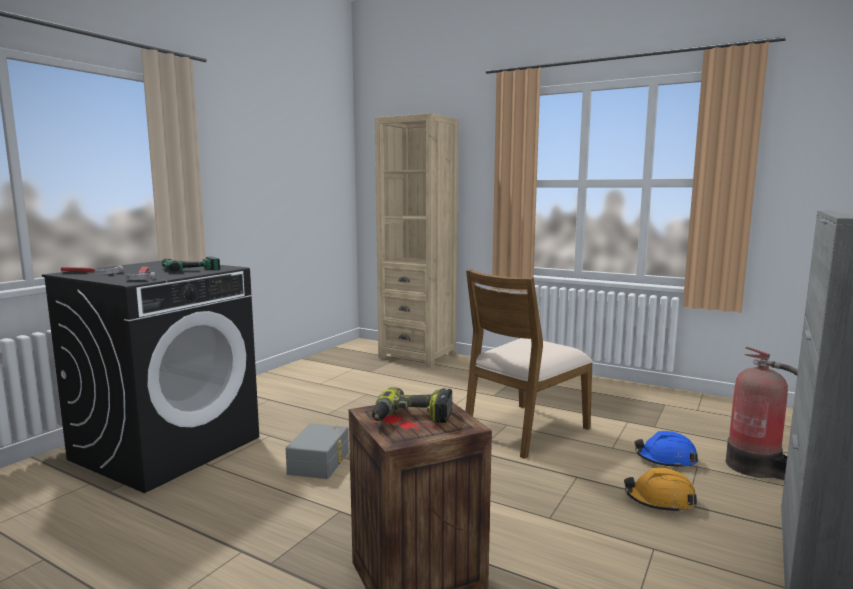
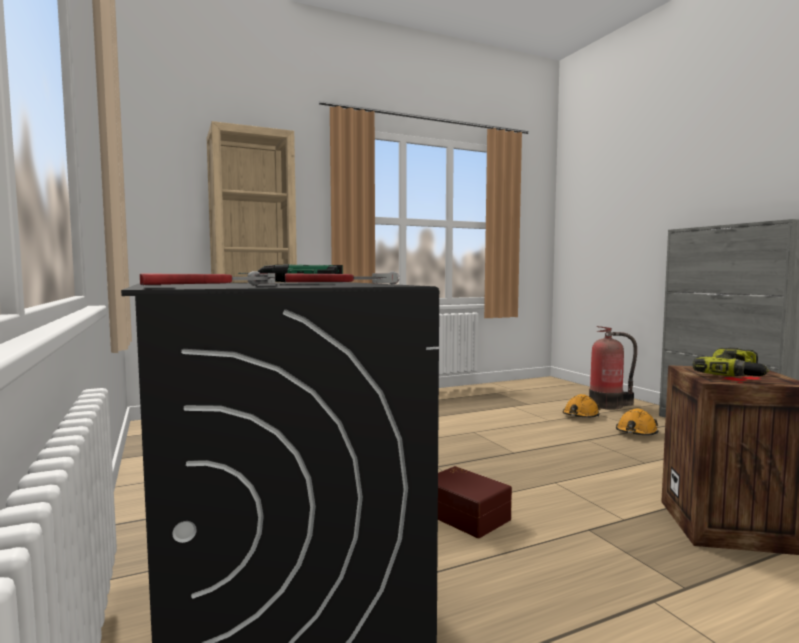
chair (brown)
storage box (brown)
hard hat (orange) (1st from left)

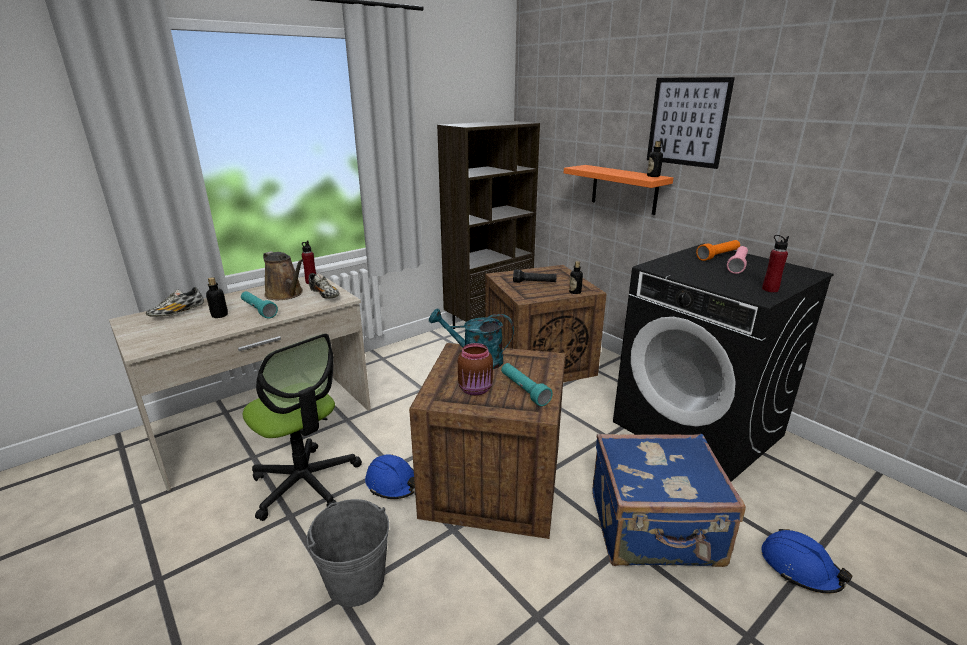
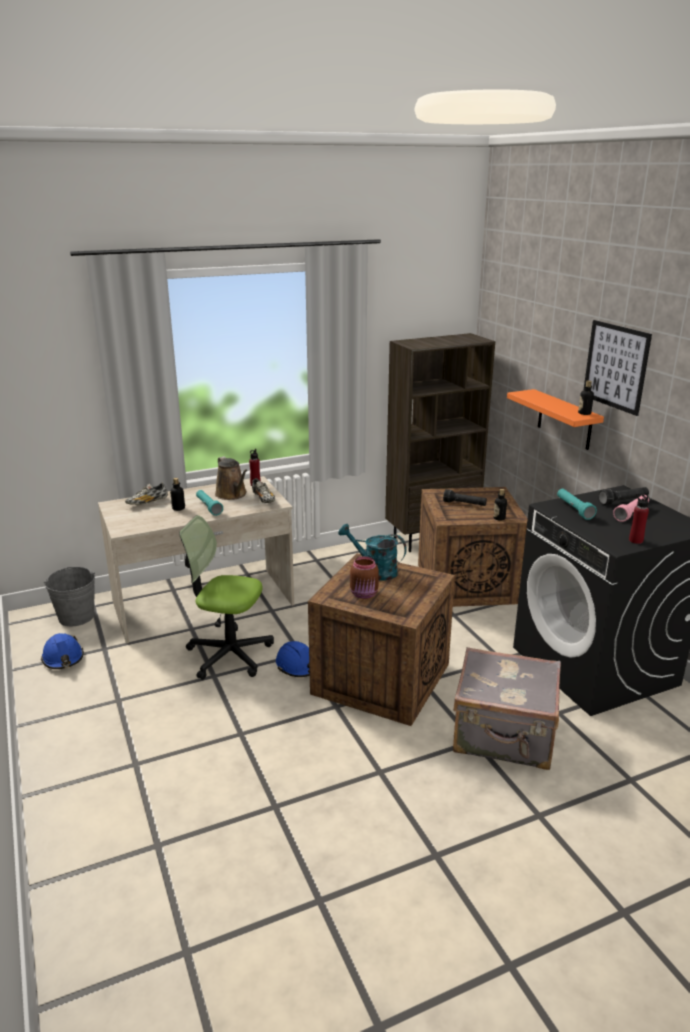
flashlight (black) (2nd from left)
office chair
flashlight (turquoise) (2nd from left)
suitcase (grey)
bucket (grey)
hard hat (blue) (1st from left)

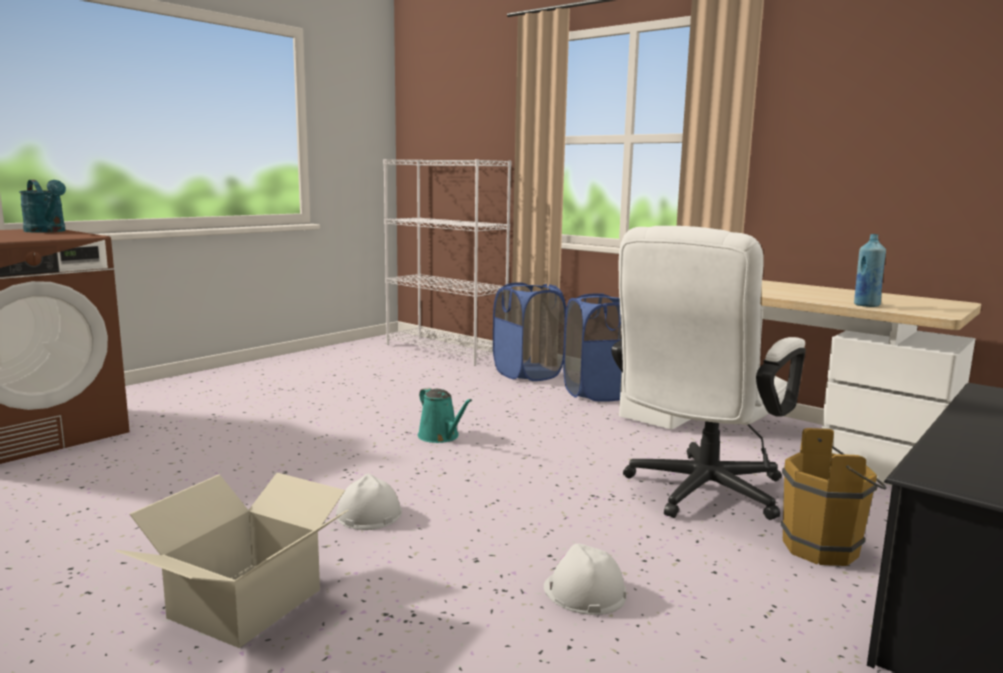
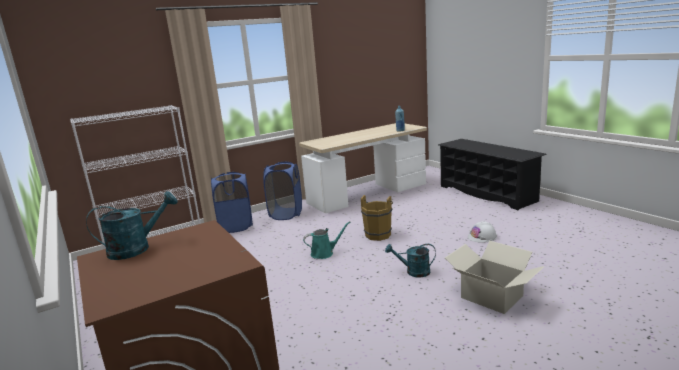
office chair (white)
bucket (brown)
watering can (turquoise) (3rd from left)

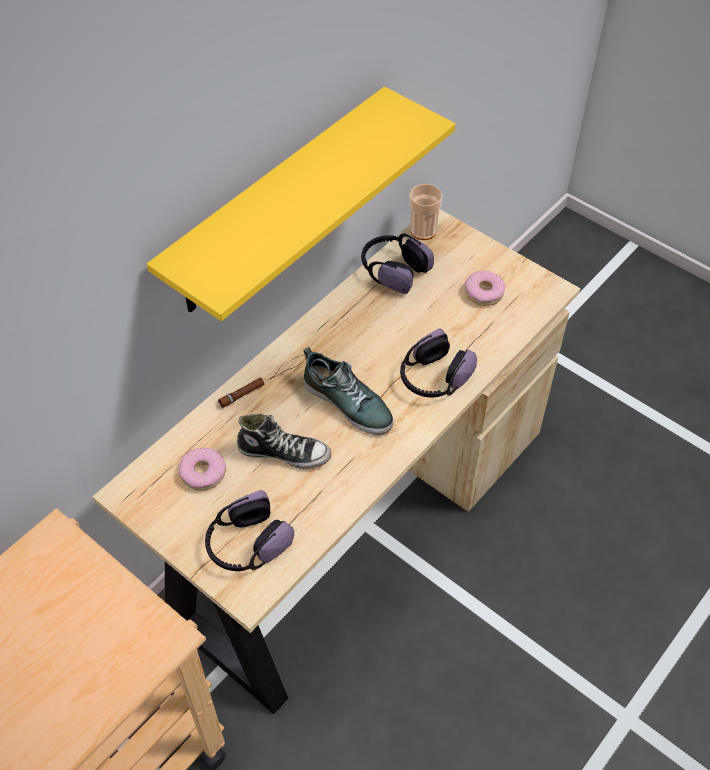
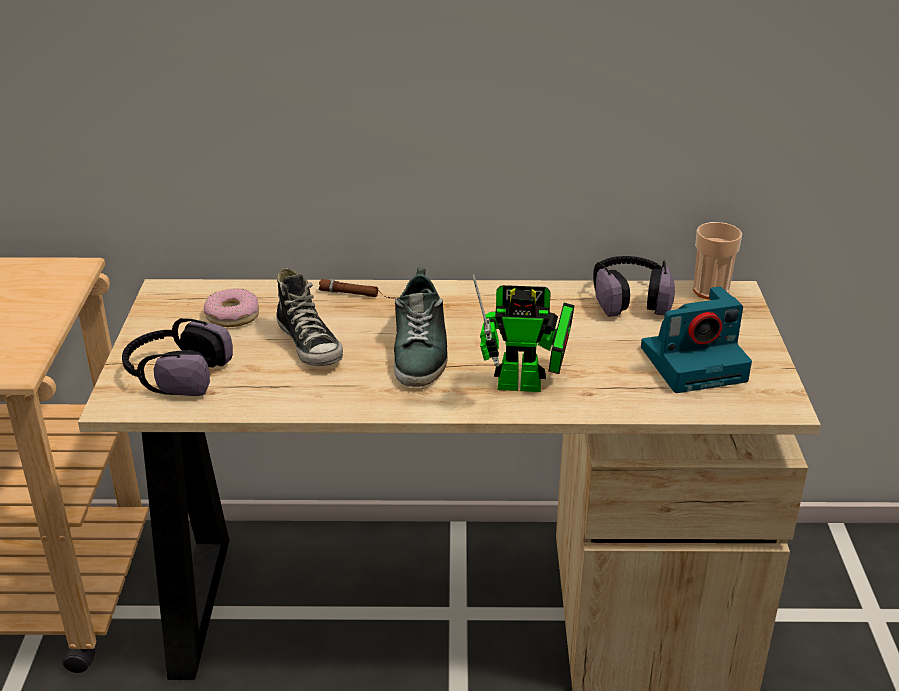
shelf (yellow)
photo camera
toy robot

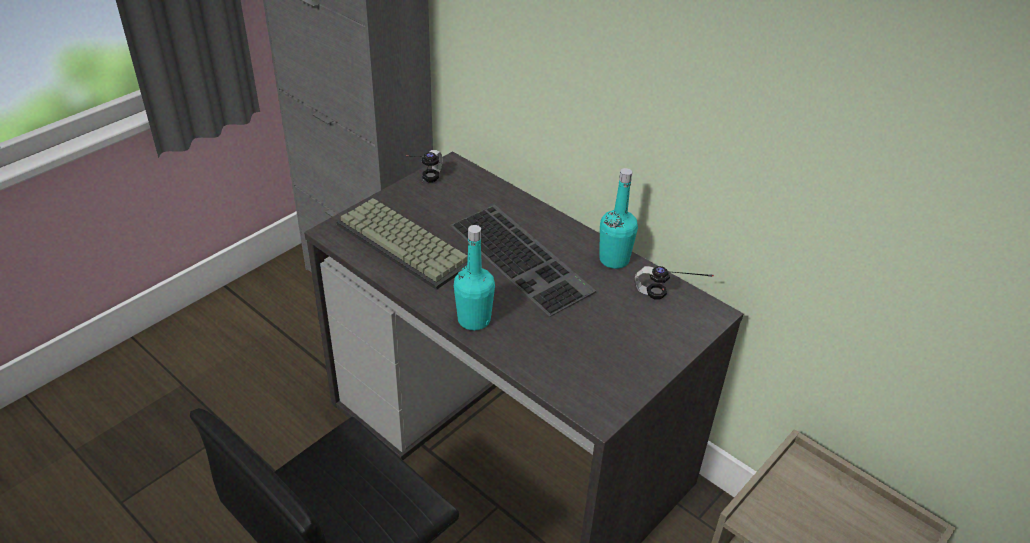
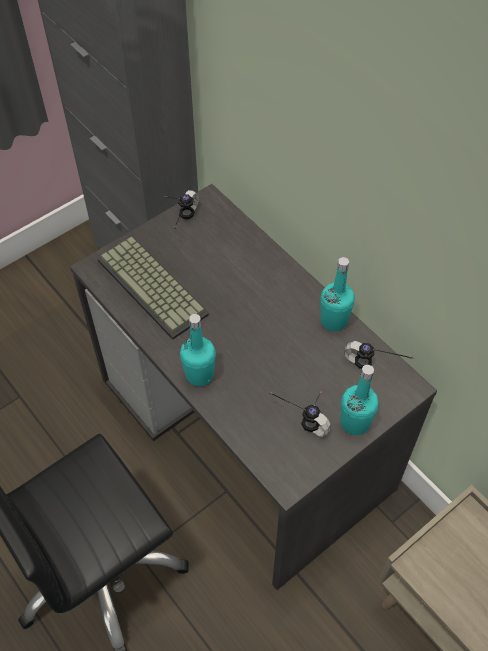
keyboard (2nd from left in the first image)
bottle (turquoise) (3rd from left)
headphones (2nd from left)

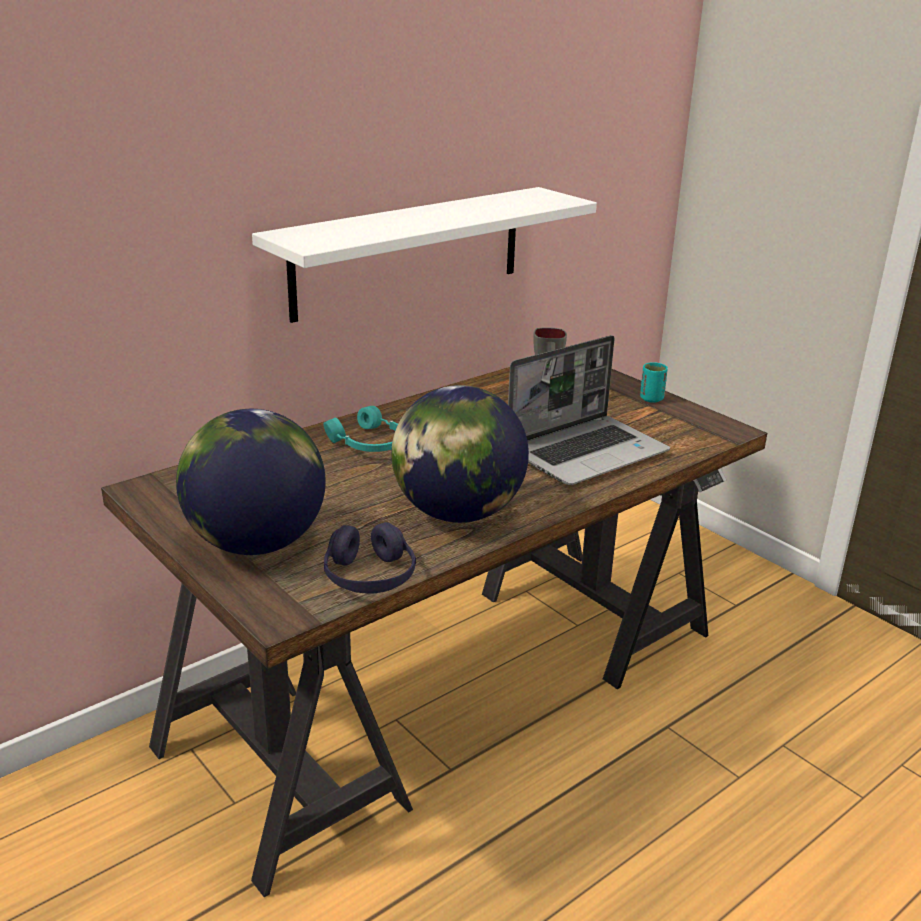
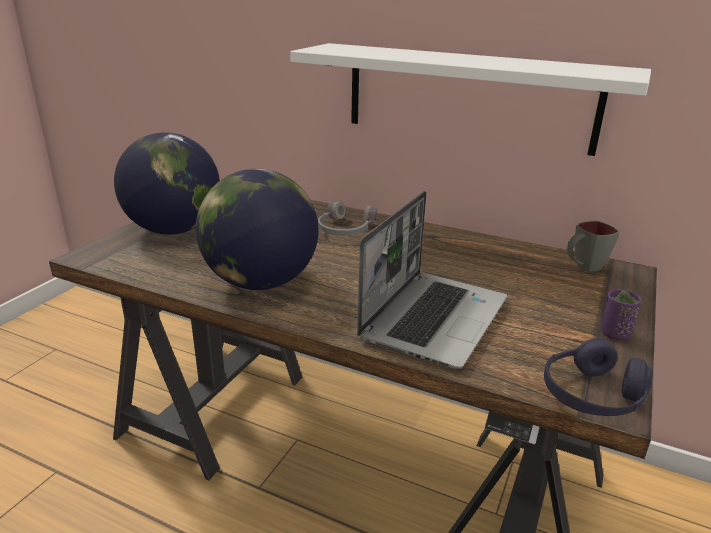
laptop
cup (purple)
headphones (grey)
headphones (purple)

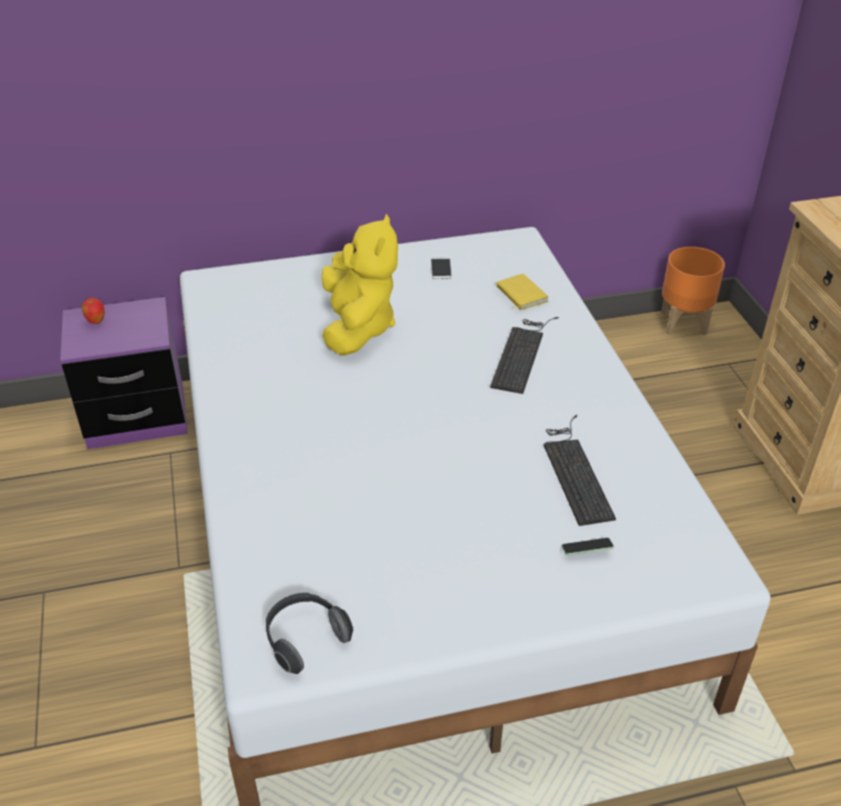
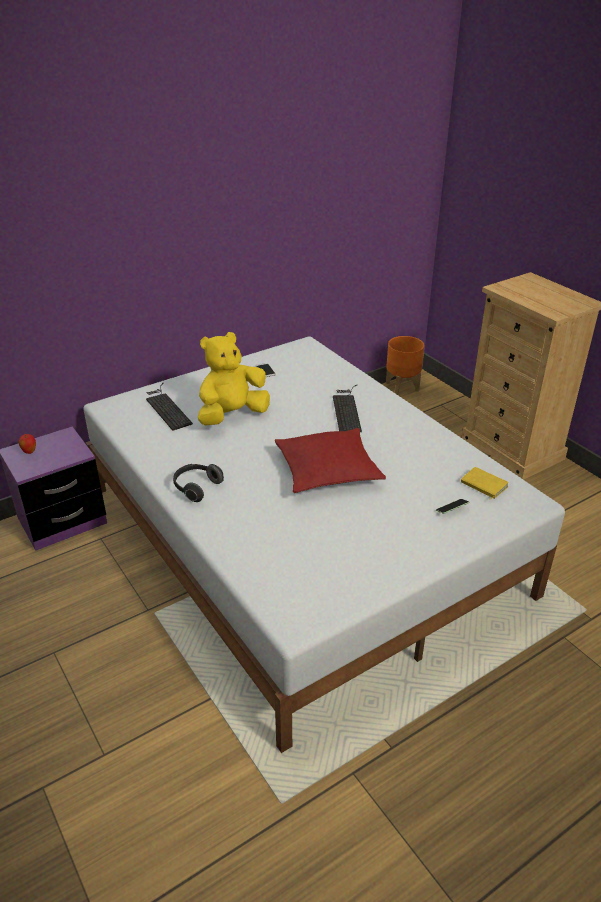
plush toy (yellow)
book (yellow)
keyboard (1st from left)
headphones
pillow (red)

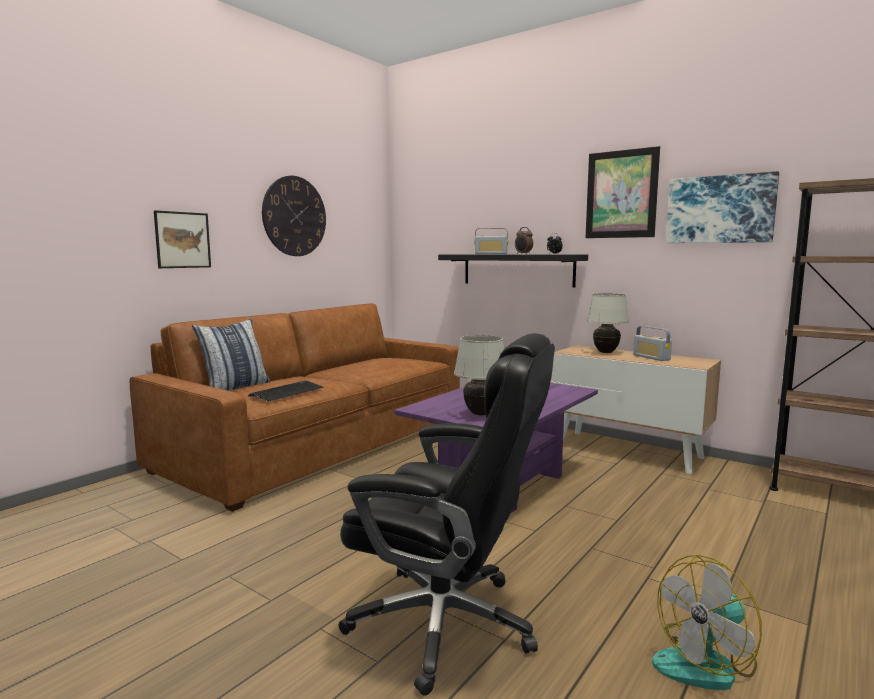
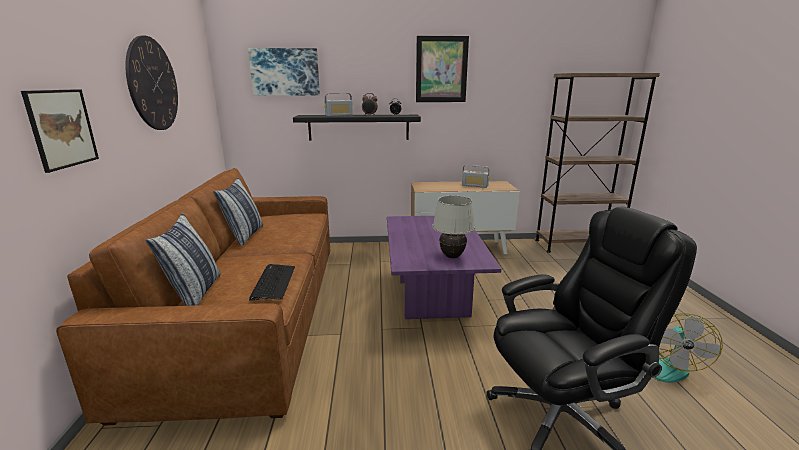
picture (2nd from left)
table lamp (white) (2nd from left in the first image)
pillow (2nd from left)

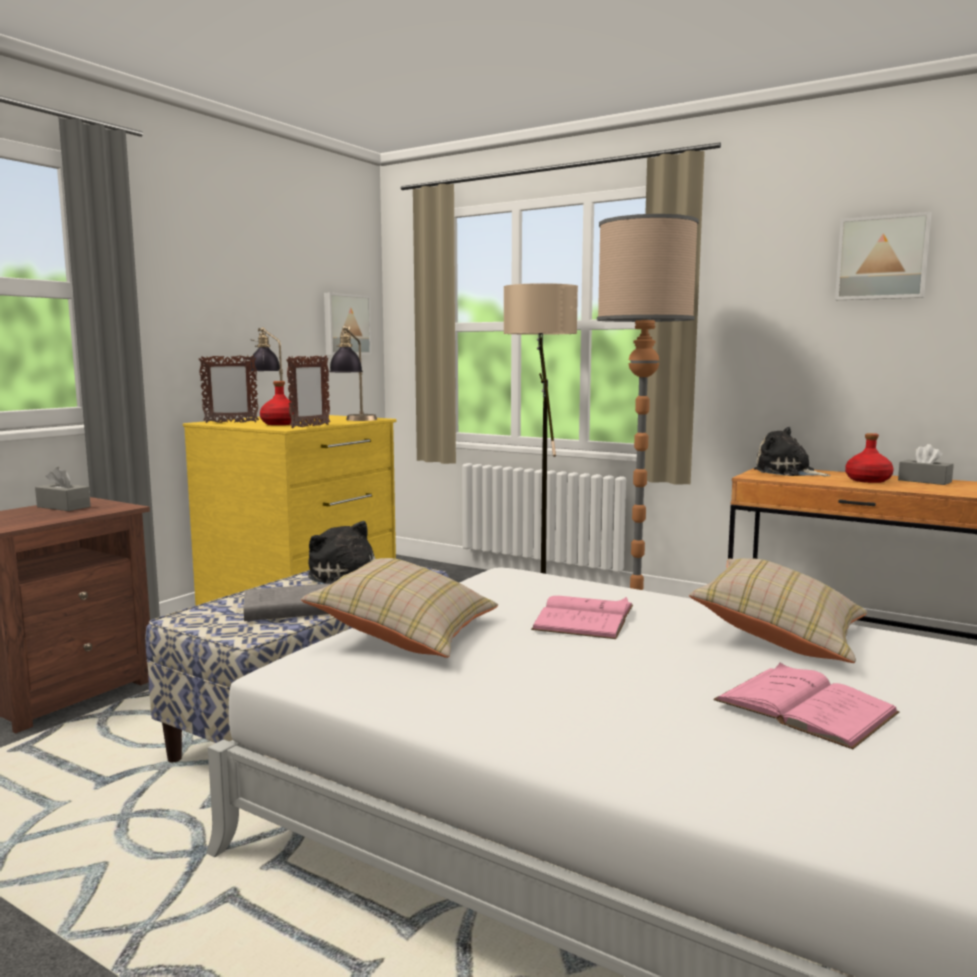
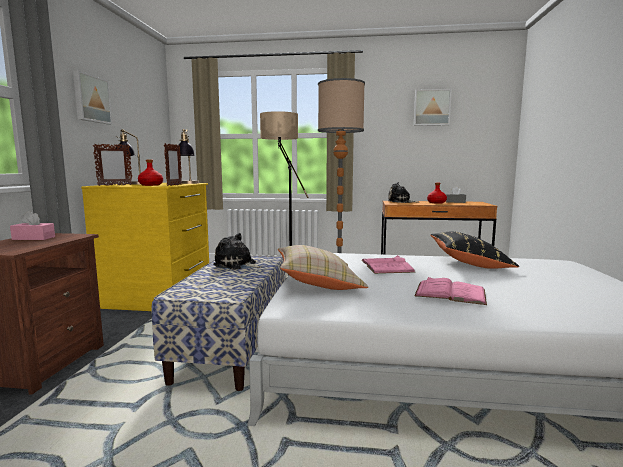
picture (1st from left)
tissue box (pink)
pillow (black)
book (grey)
book (pink) (2nd from left)

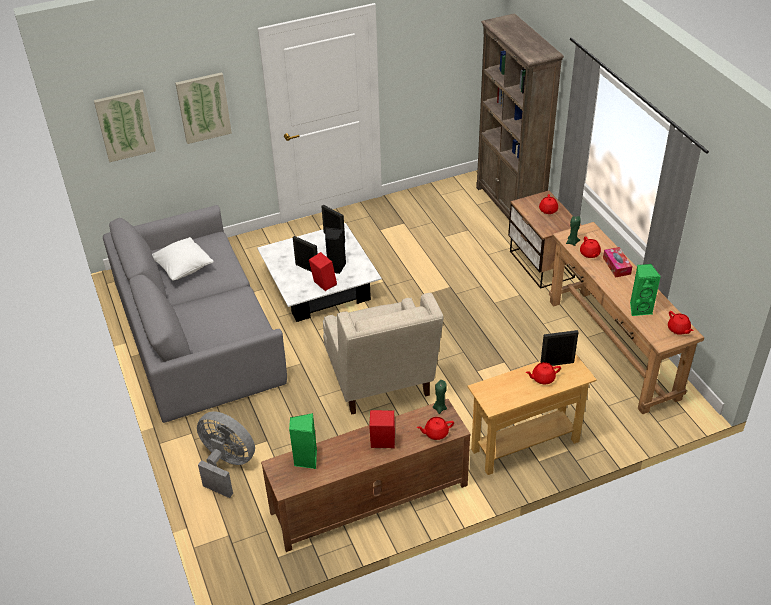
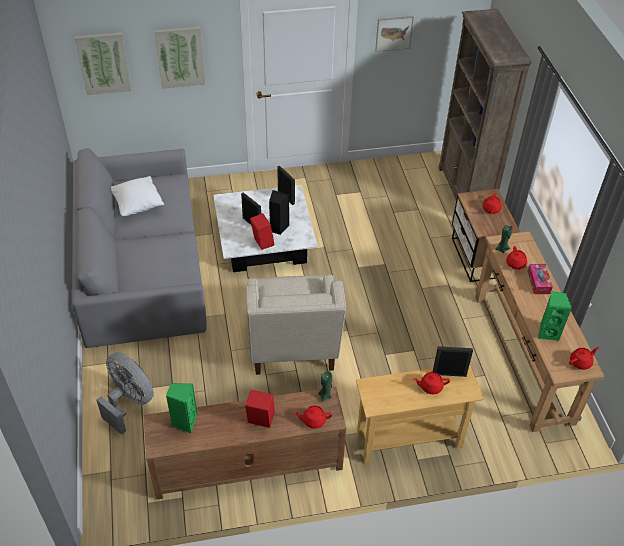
teapot (red) (5th from left)
picture (3rd from left)

